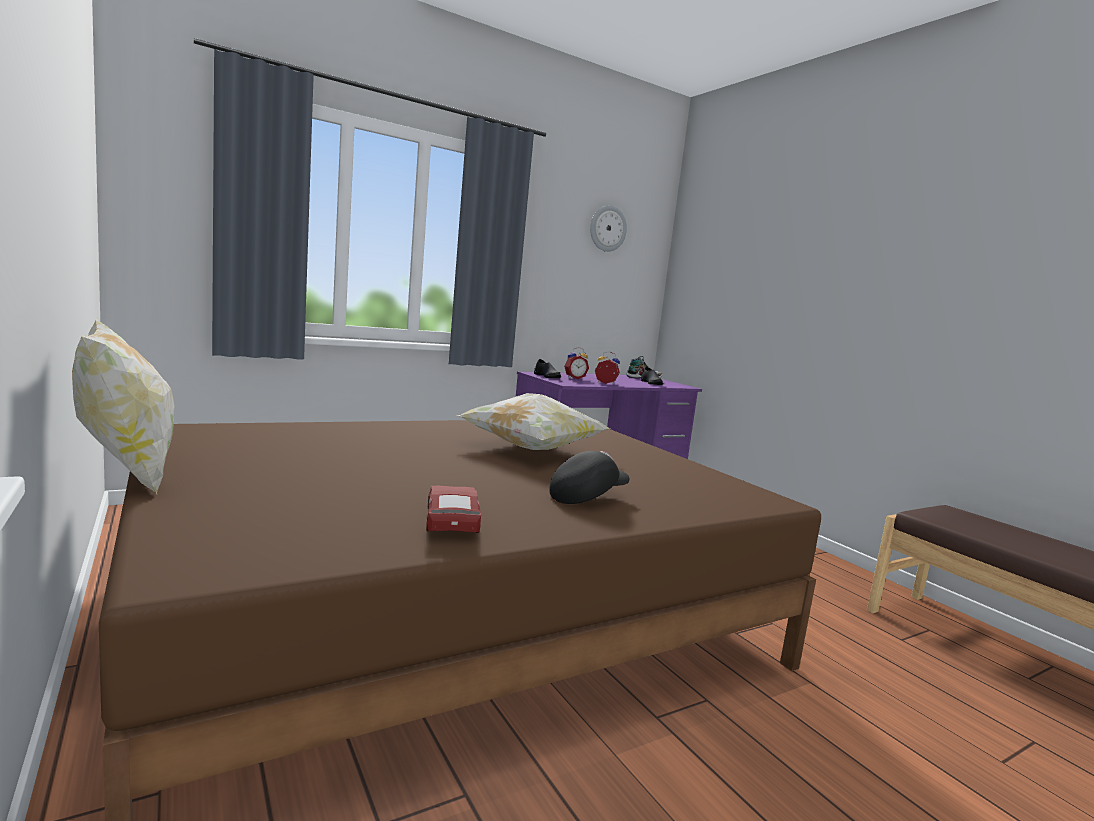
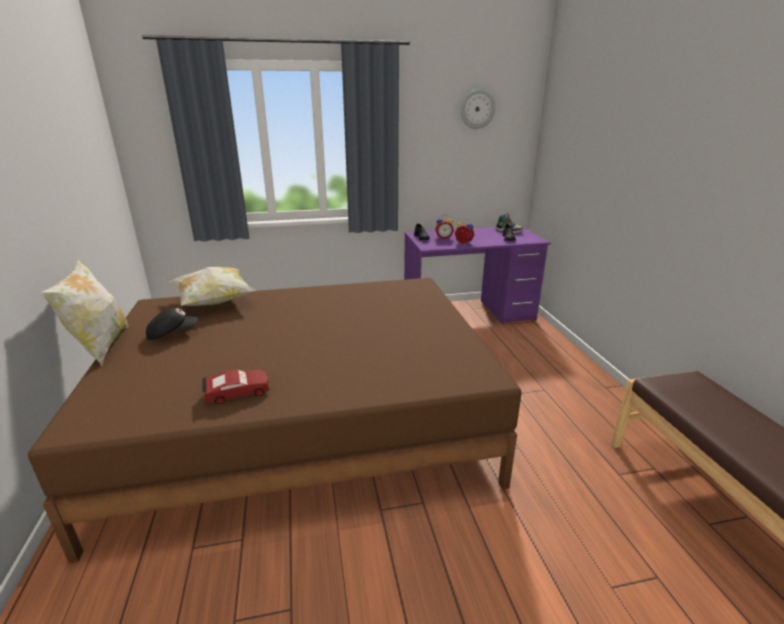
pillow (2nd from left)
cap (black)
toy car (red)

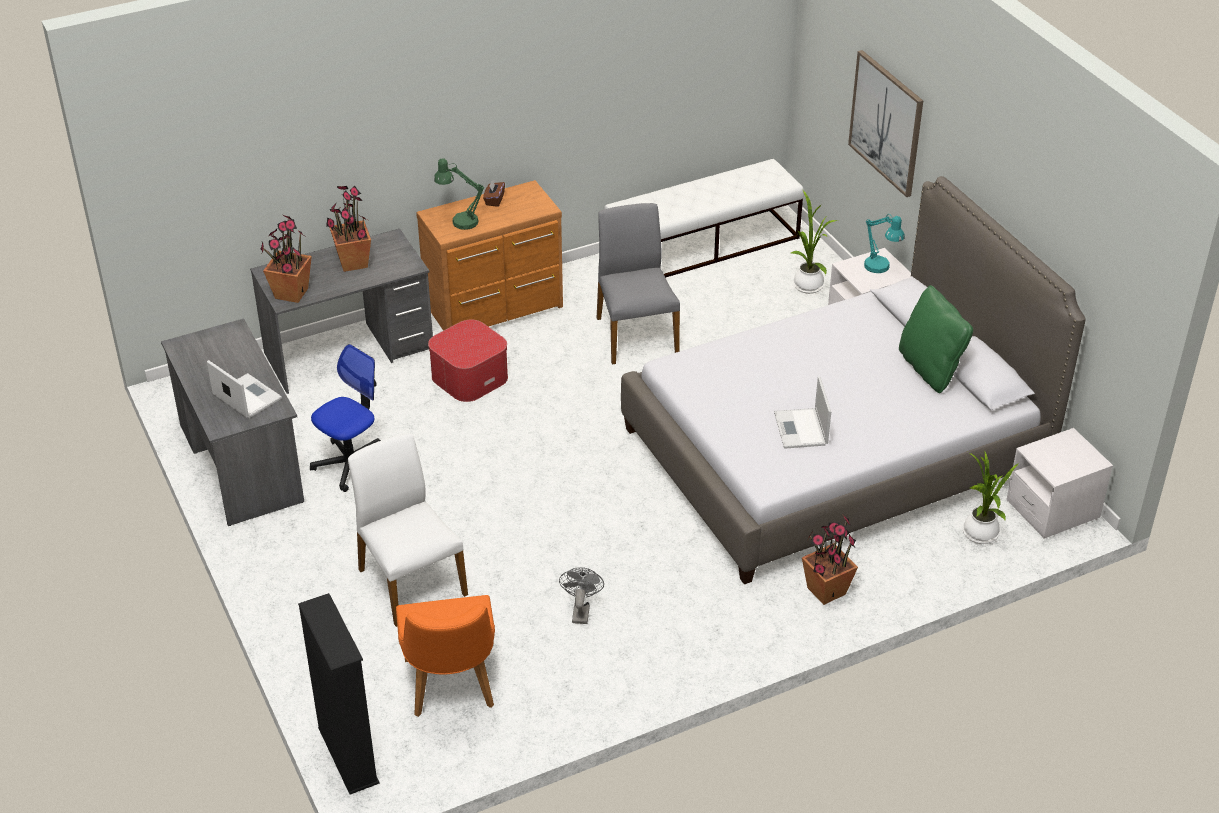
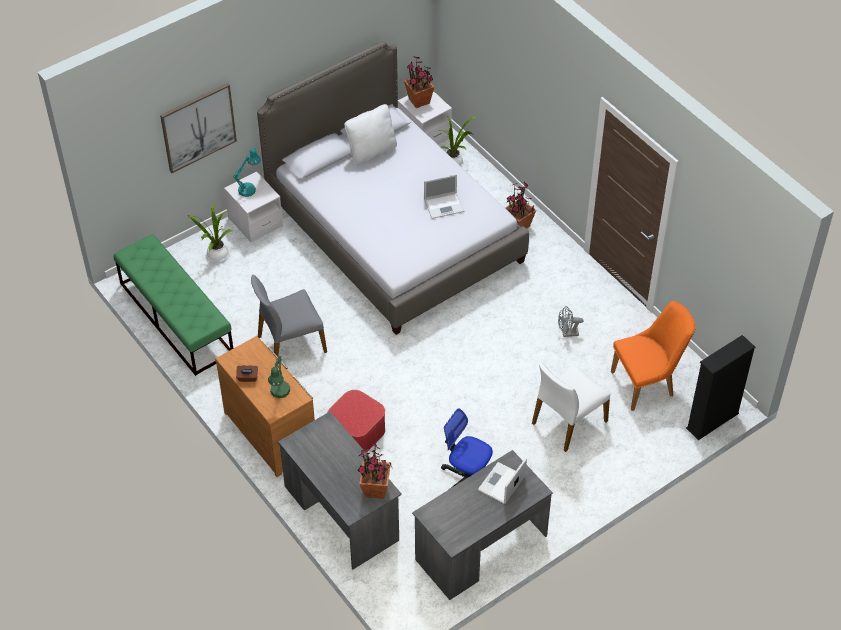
bench (green)
potted plant (3rd from left)
pillow (white)

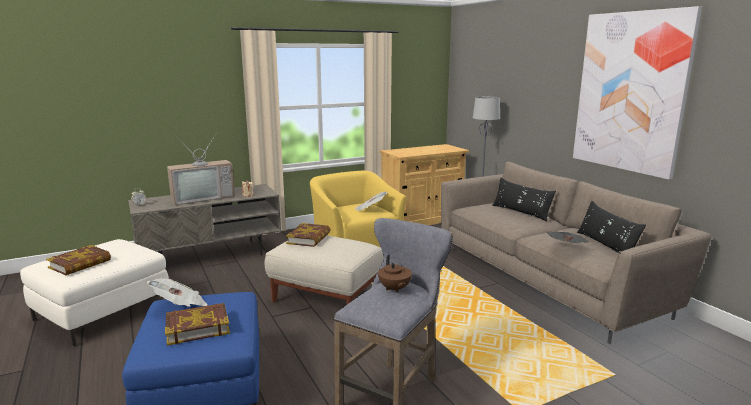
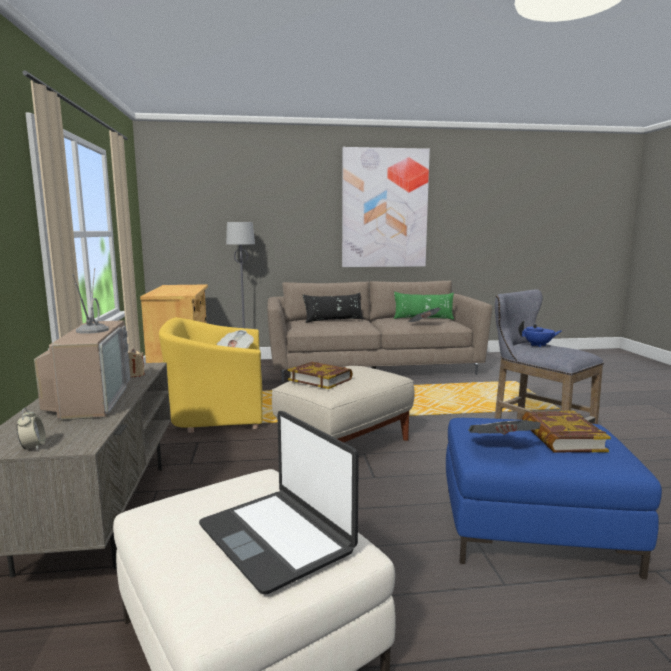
pillow (green)
laptop
teapot (blue)

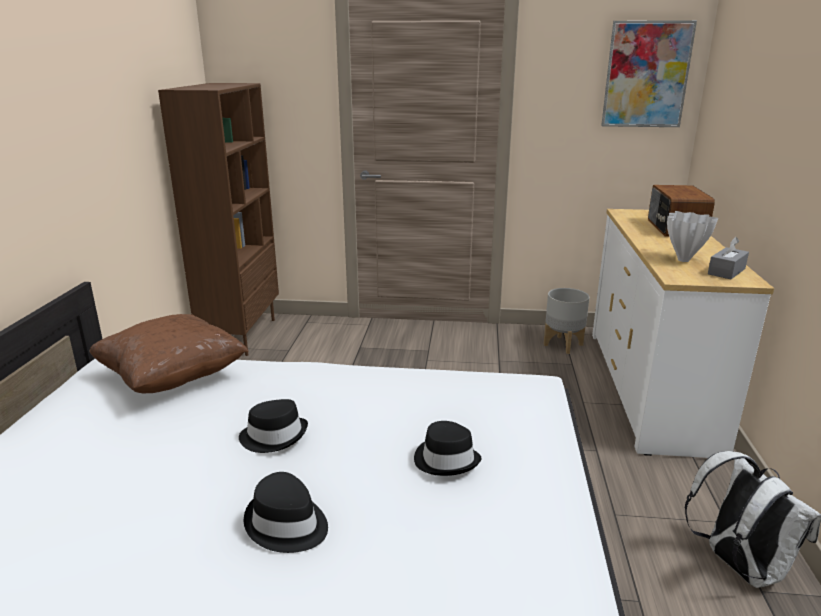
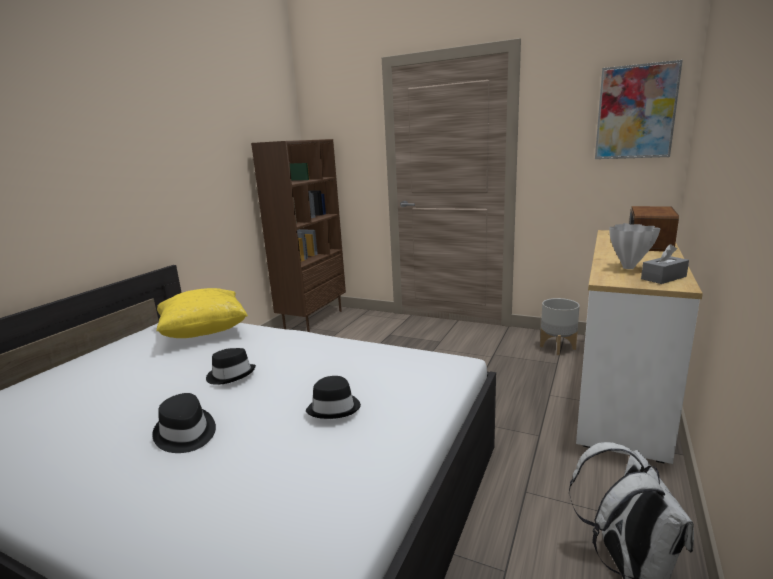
pillow (yellow)

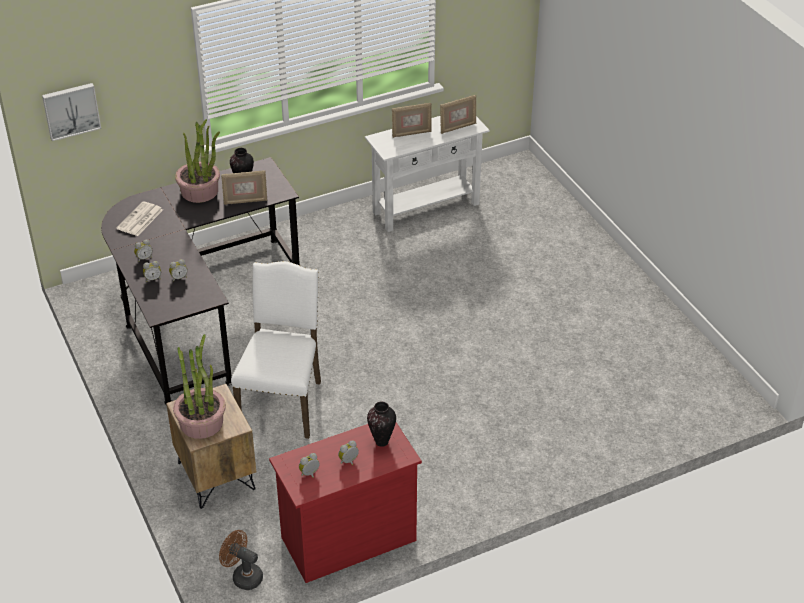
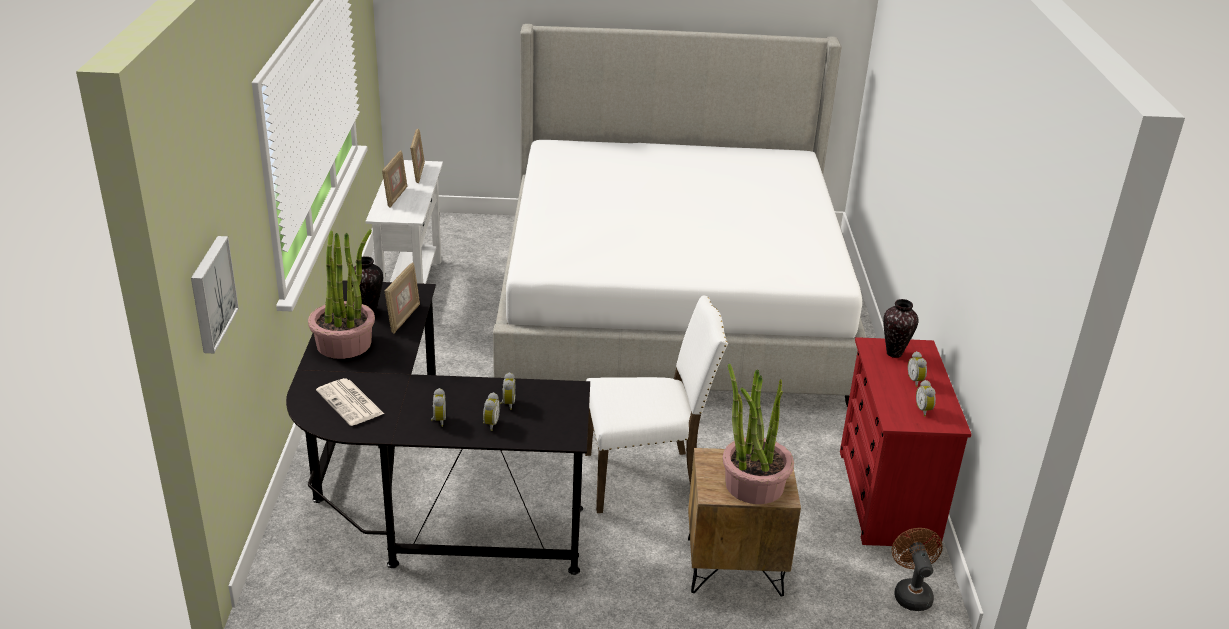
chair (white)
fan (brown)
bed

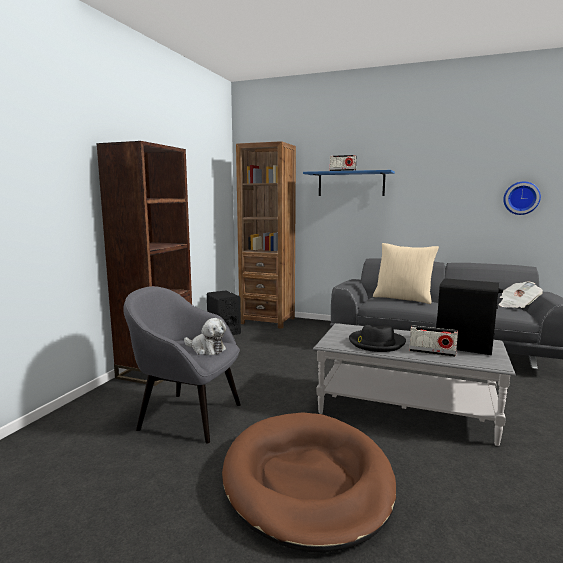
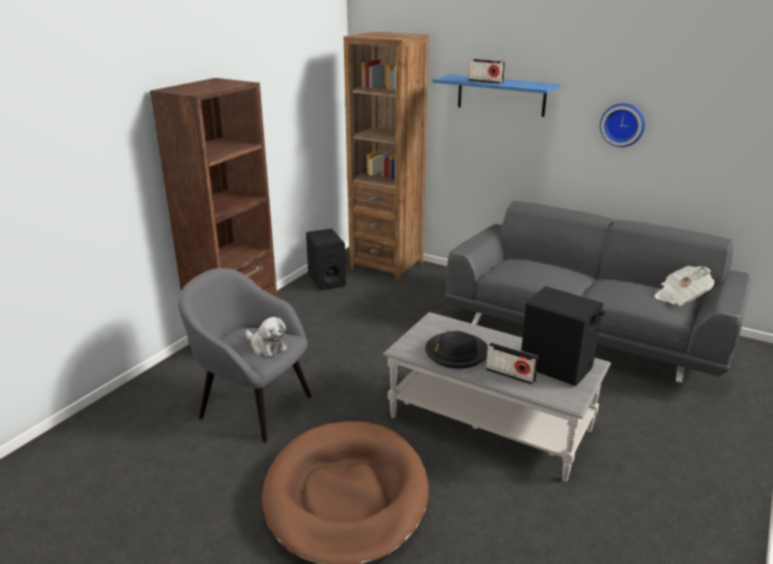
wall clock
pillow (beige)

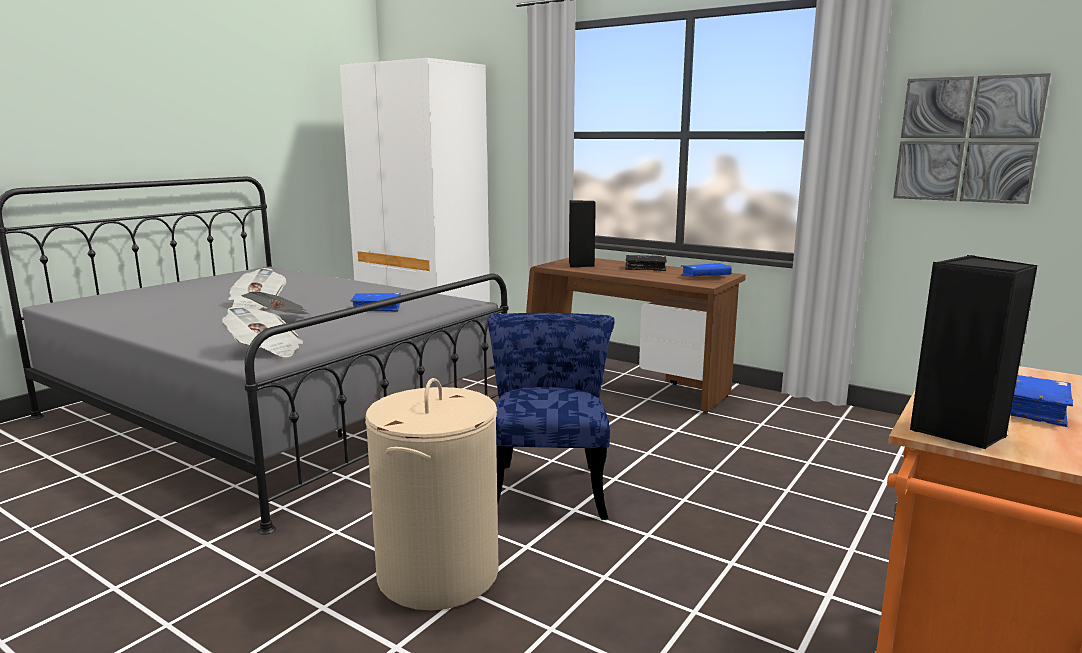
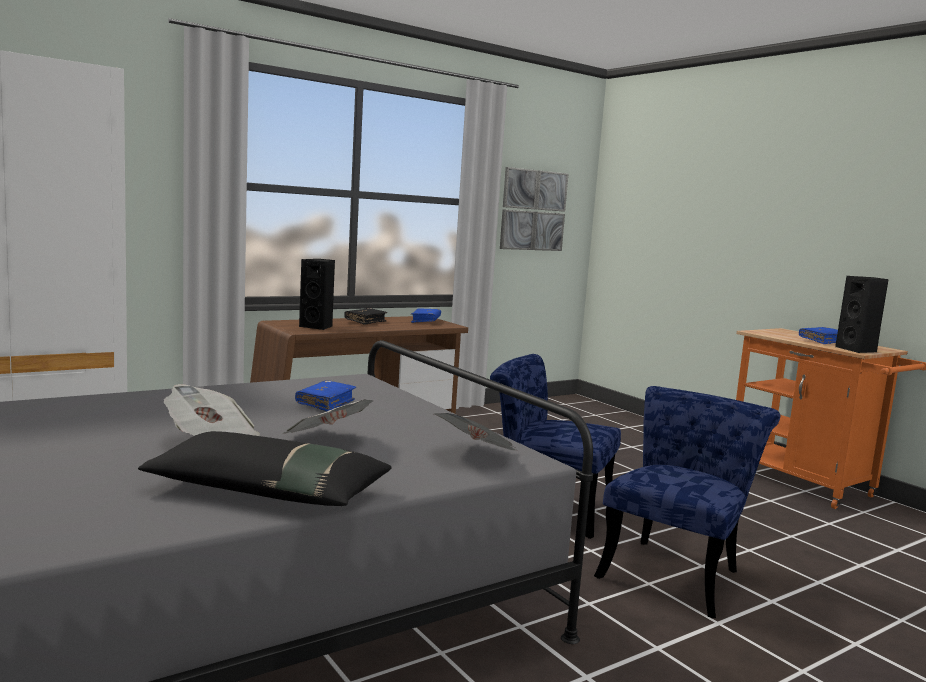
chair (blue) (2nd from left)
pillow (black)

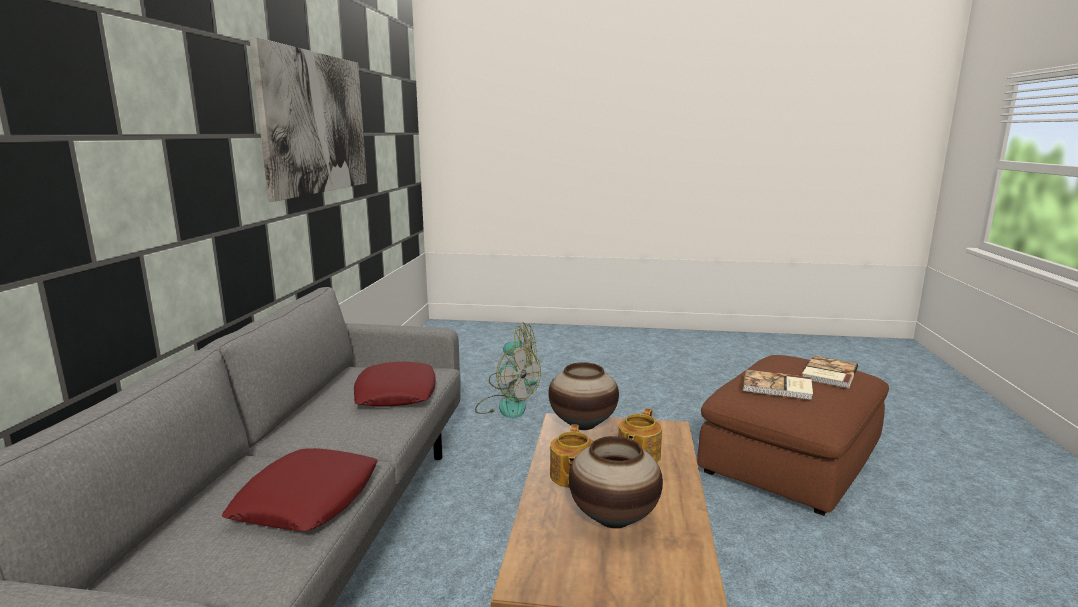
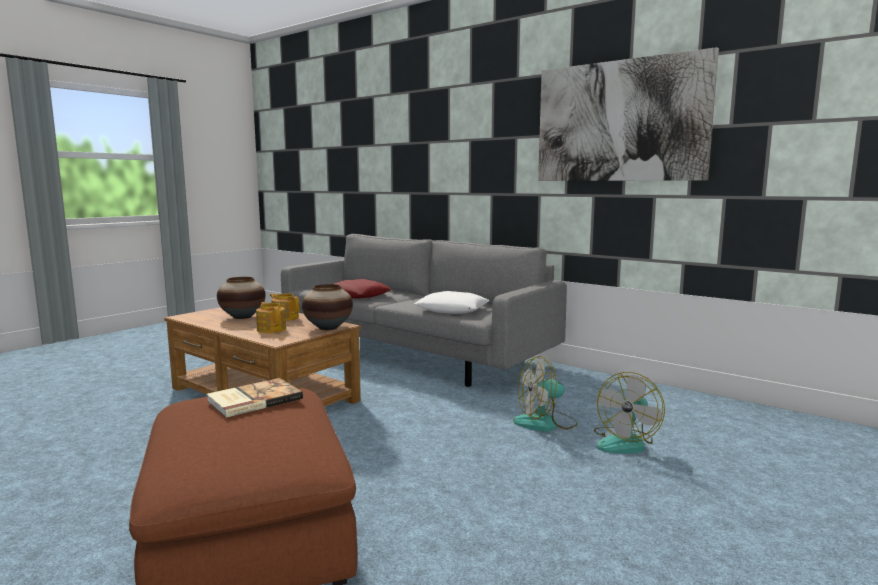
book (2nd from left in the first image)
pillow (white)

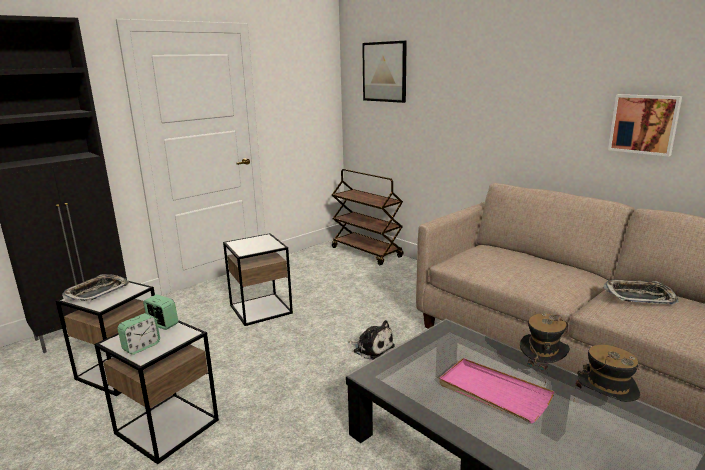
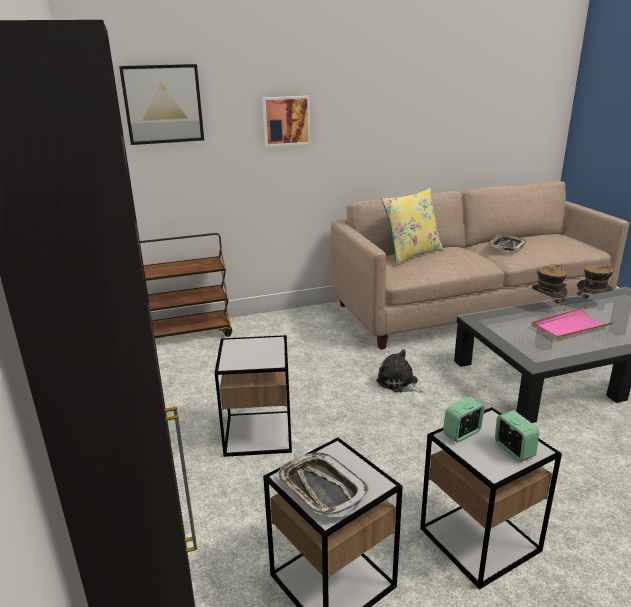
picture (2nd from left)
plush toy
pillow (yellow)

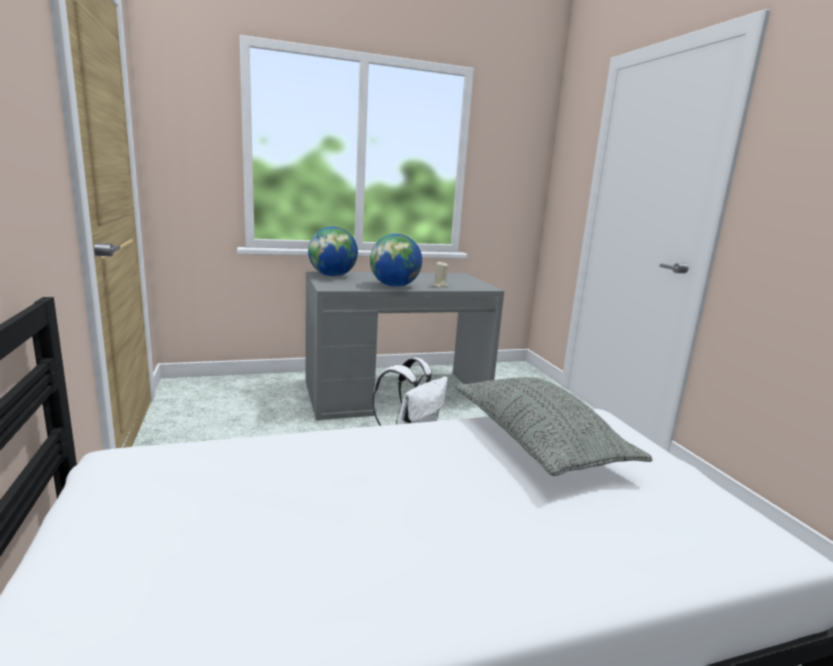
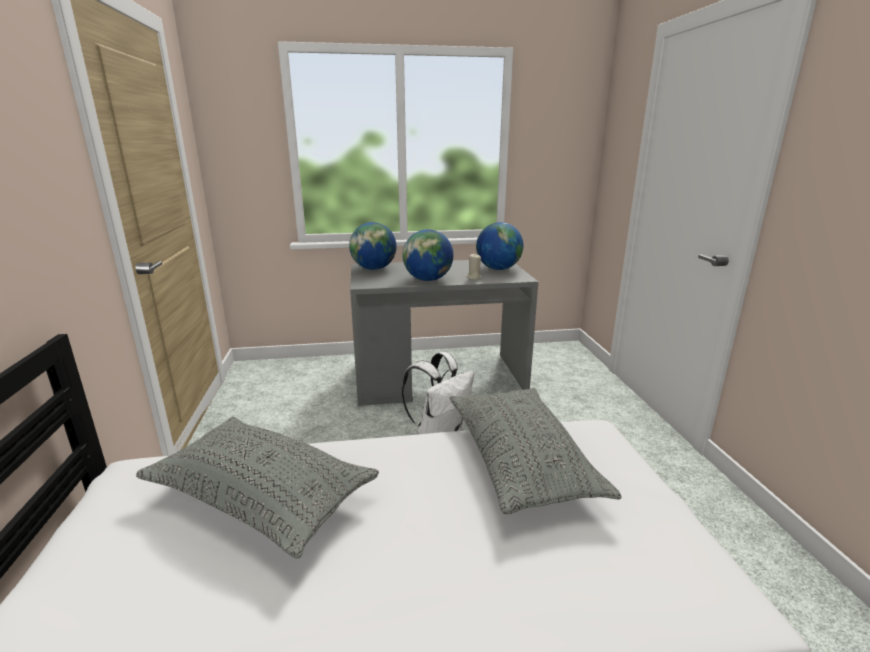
globe (3rd from left)
pillow (grey) (1st from left)

